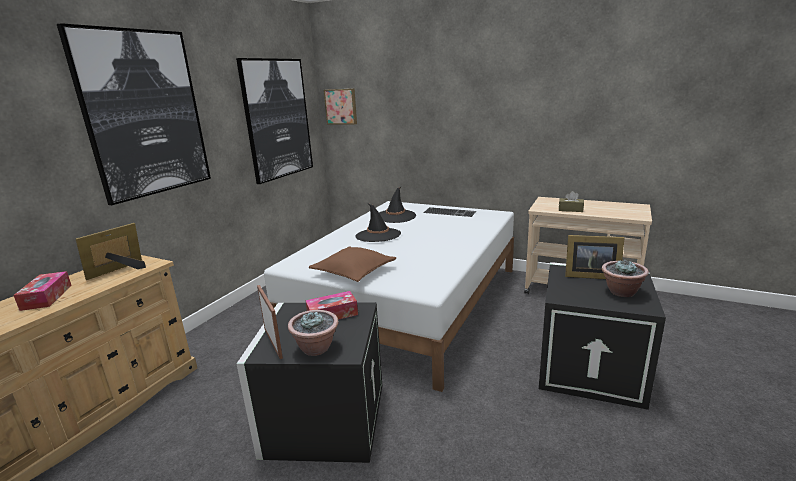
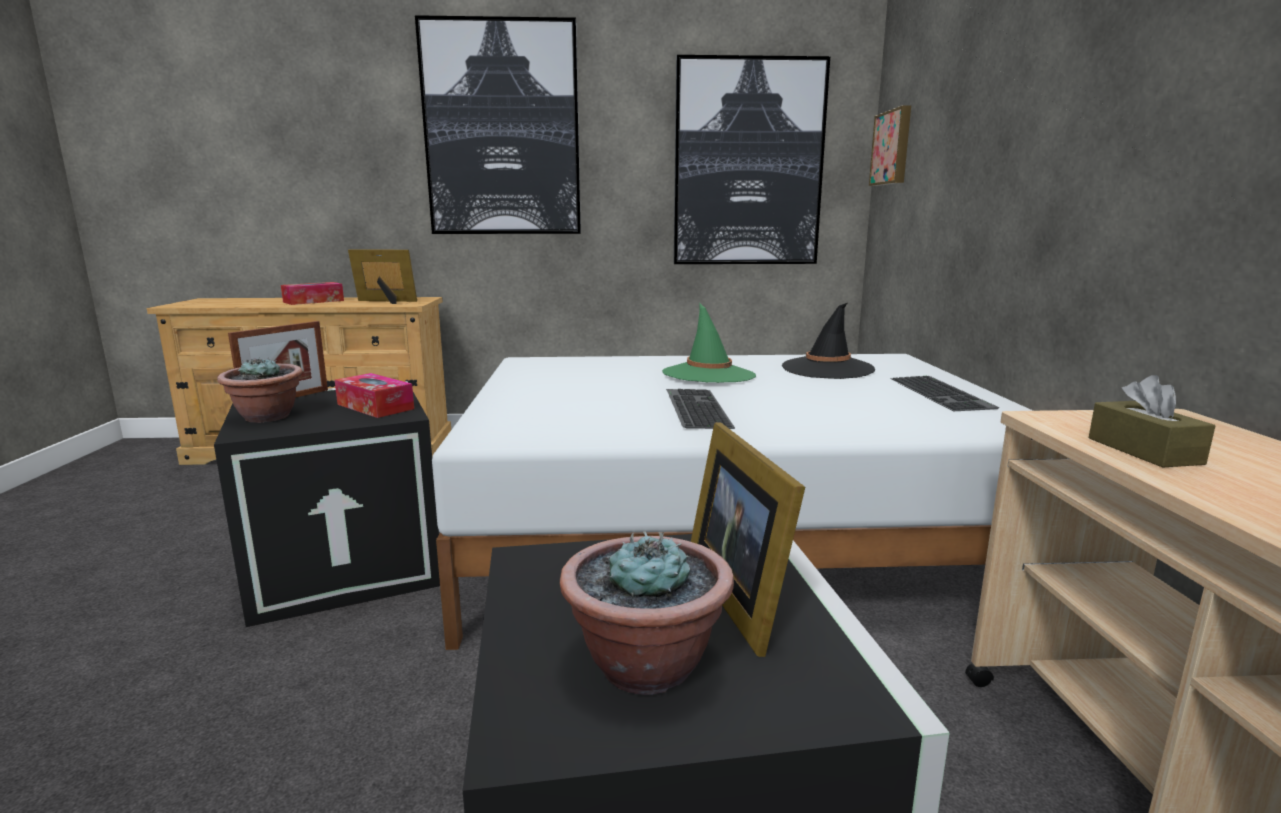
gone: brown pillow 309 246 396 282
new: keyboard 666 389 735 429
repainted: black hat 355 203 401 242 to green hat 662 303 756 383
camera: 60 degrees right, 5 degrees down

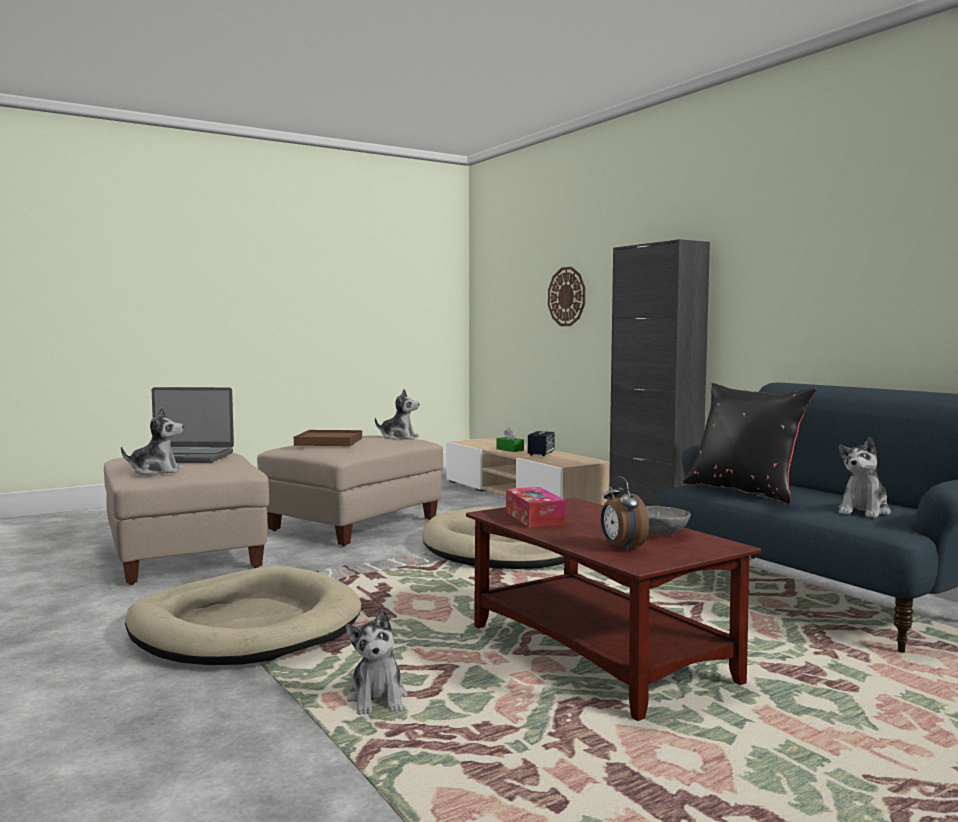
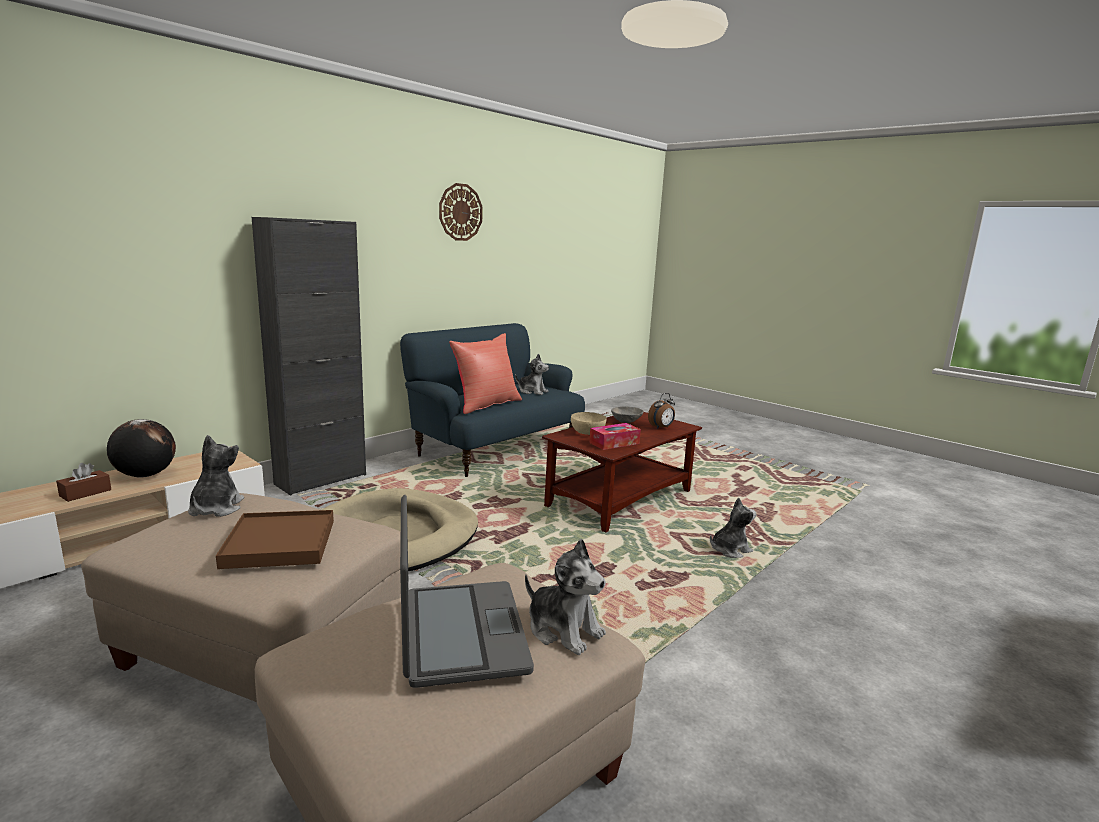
gone: beige dog bed 125 566 361 665
new: beige bowl 571 412 606 435
shifted: wall clock 548 267 585 326 to 439 183 483 241
swapped: speaker 528 431 555 456 to globe 107 419 176 477
repainted: green tissue box 496 428 524 452 to brown tissue box 56 463 111 502; black pillow 683 383 816 504 to red pillow 449 333 522 414
rotated: plush toy 121 408 184 475 = 525 538 606 655 150 degrees clockwise
camera: 105 degrees left, 10 degrees up

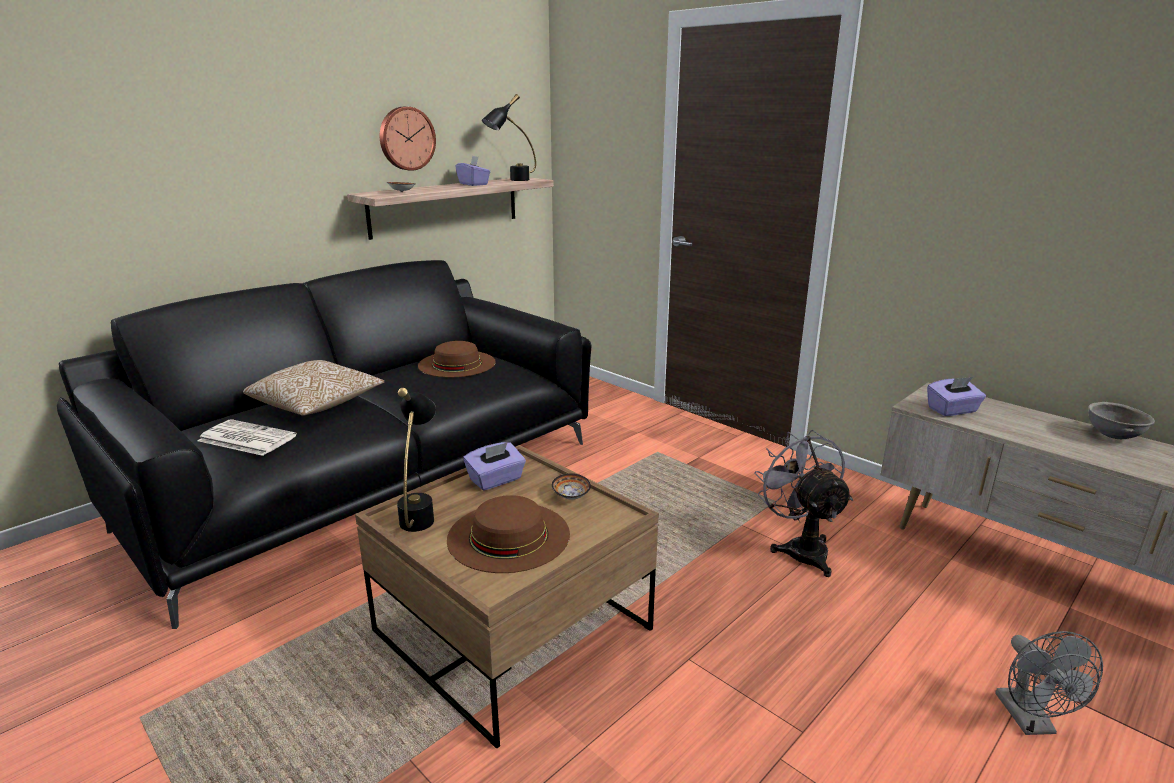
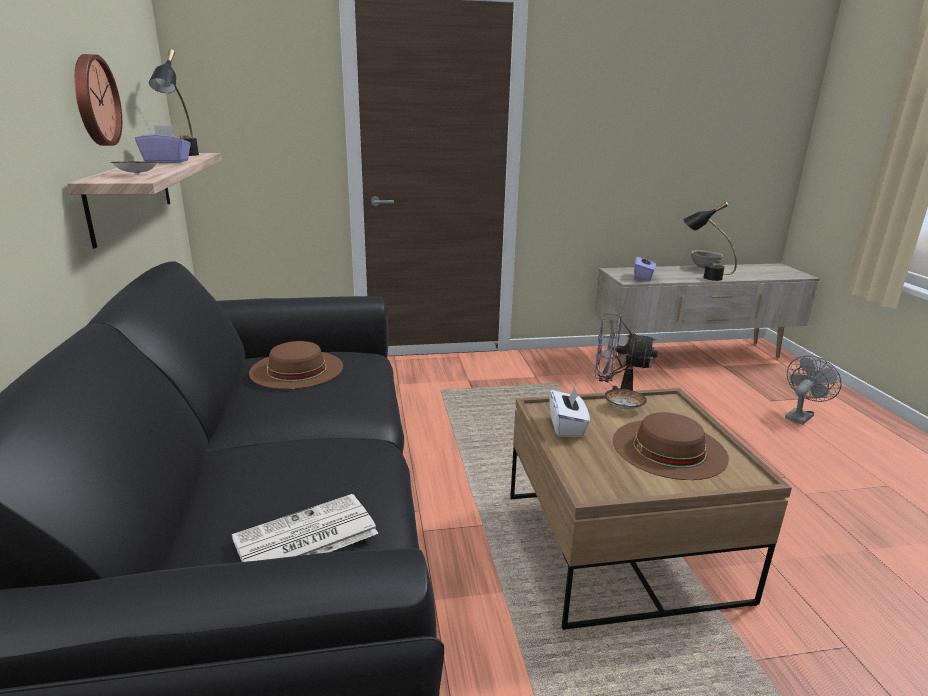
gone: pillow 243 360 385 416
shifted: black table lamp 397 388 436 532 to 683 202 737 281
repainted: purple tissue box 463 442 526 491 to white tissue box 549 387 590 437
rotated: grey fan 995 631 1103 735 = 785 355 842 425 75 degrees counterclockwise
camera: 55 degrees left, 0 degrees up

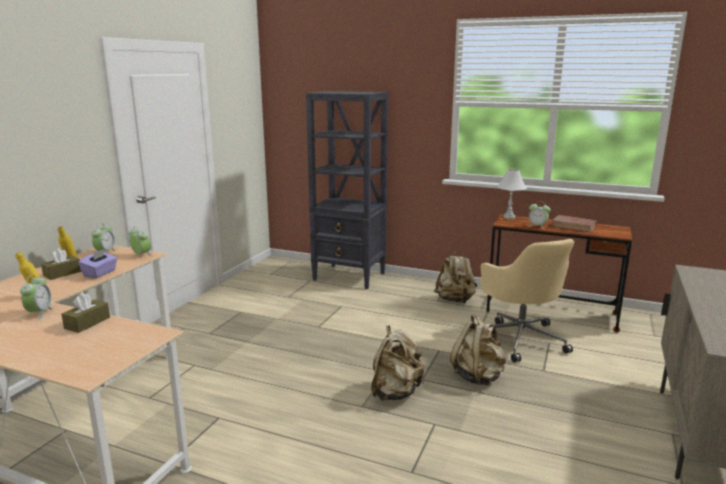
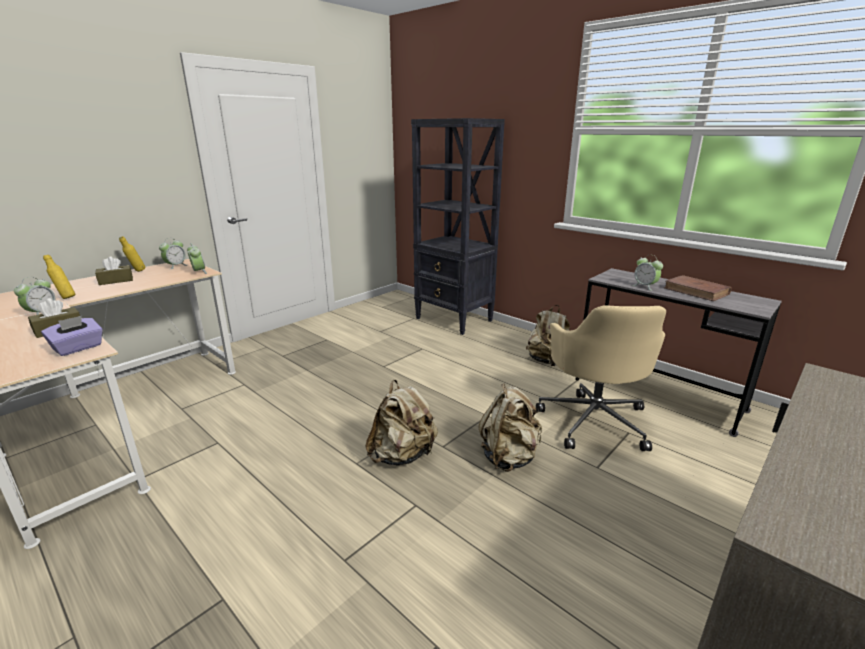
gone: white table lamp 497 169 527 219
shifted: purple tissue box 78 249 118 278 to 41 316 103 356
repainted: brown desk 487 214 632 333 to grey desk 575 268 782 437
camera: 20 degrees right, 5 degrees up

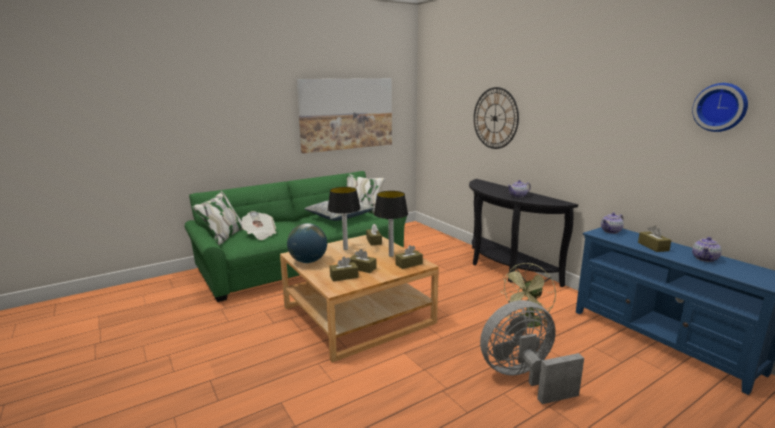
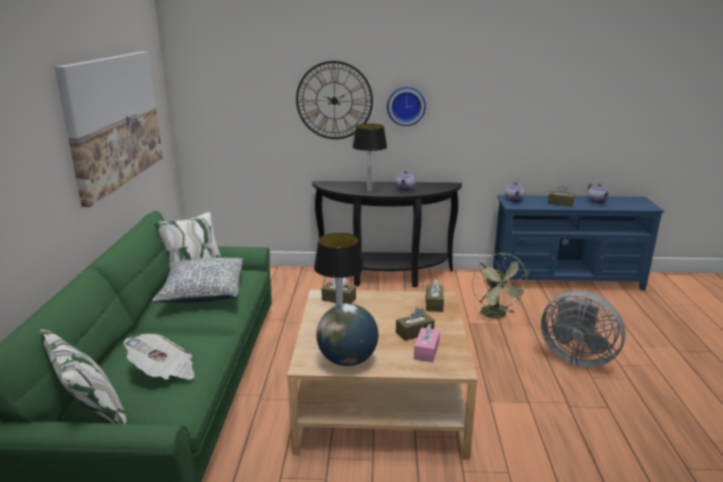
shifted: table lamp 374 191 408 257 to 352 124 387 192; wall clock 692 83 748 132 to 387 87 426 126
repainted: brown tissue box 330 256 358 282 to pink tissue box 414 324 440 362
rotated: grey fan 480 300 584 404 = 541 291 626 368 75 degrees counterclockwise
camera: 55 degrees left, 5 degrees up

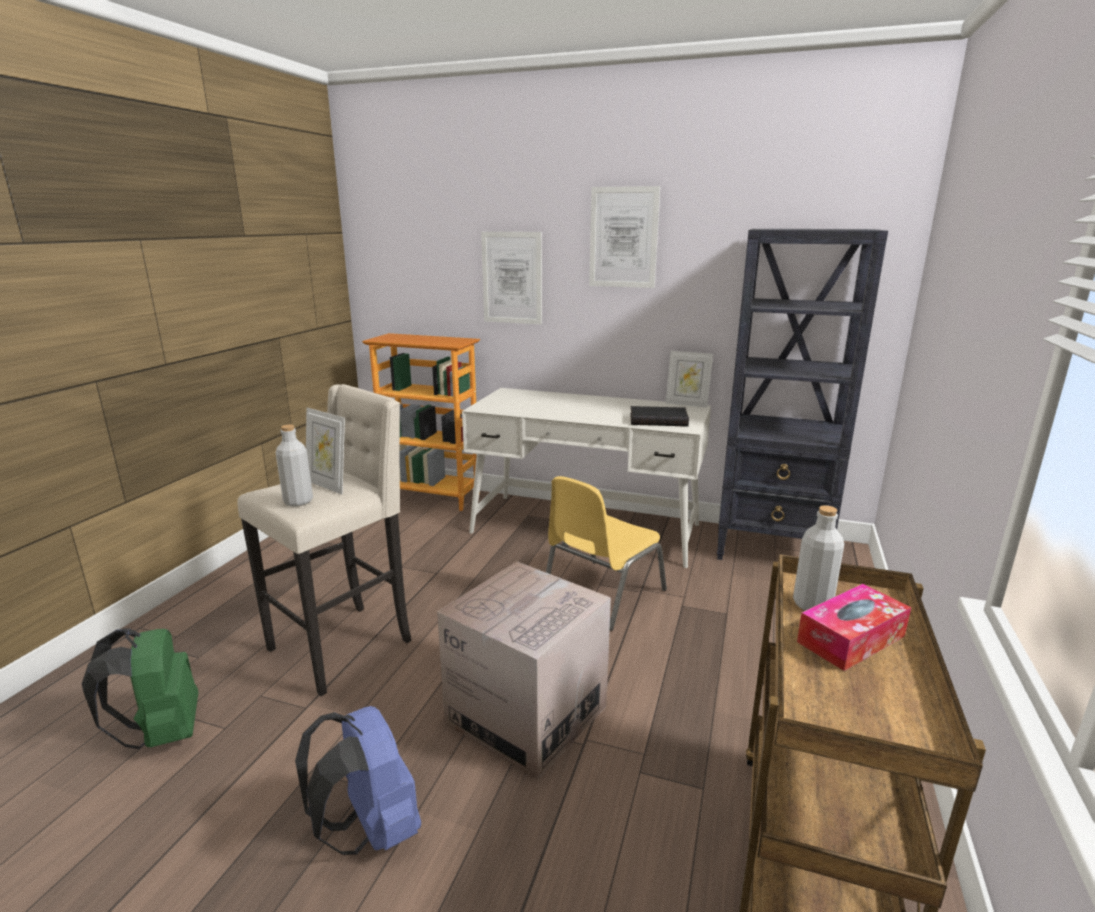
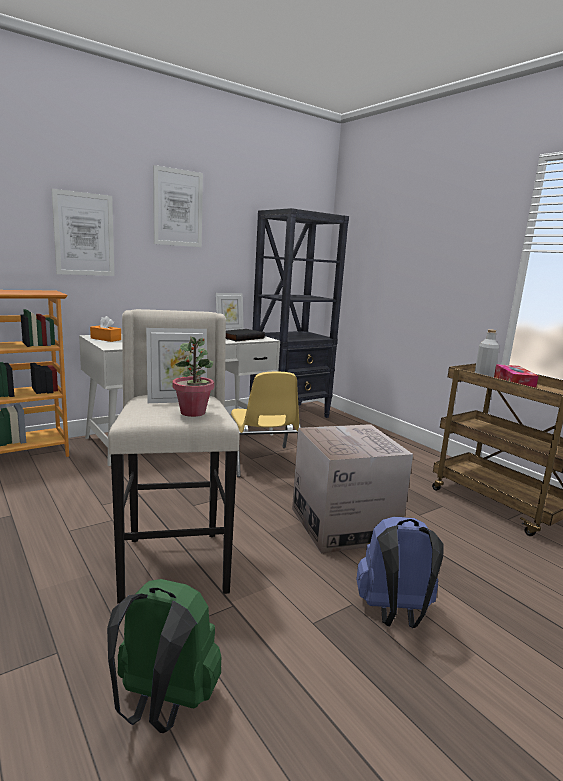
new: orange tissue box 90 316 121 342
swapped: grey bottle 276 425 313 506 to potted plant 173 337 214 417
camera: 55 degrees left, 5 degrees down

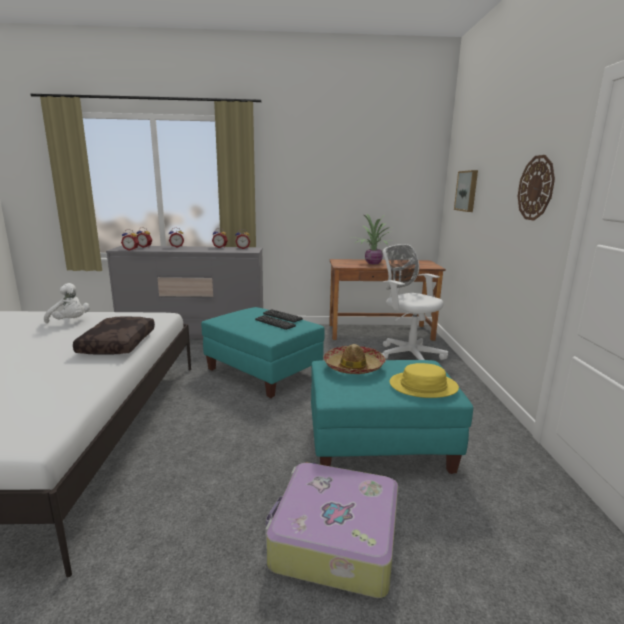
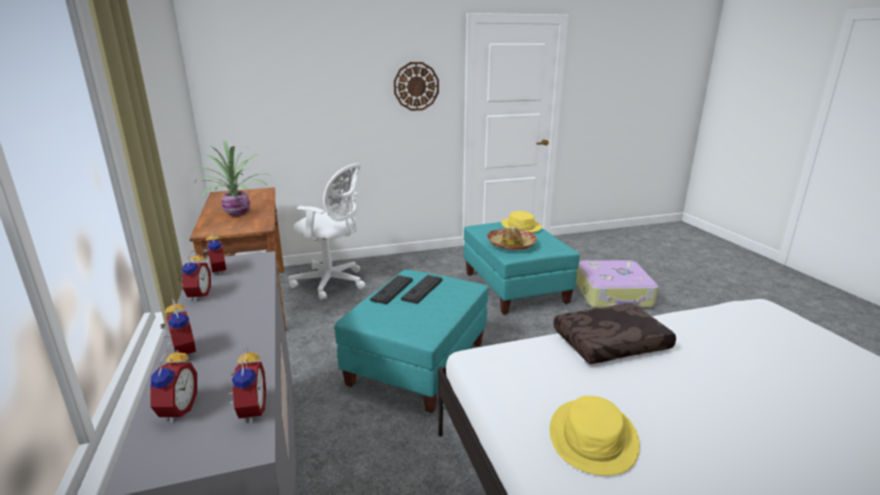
gone: picture 454 170 478 212
swapped: white plush toy 44 283 90 323 to yellow hat 550 396 640 476
rotated: white office chair 381 244 448 360 = 288 163 366 300 105 degrees counterclockwise
camera: 105 degrees left, 5 degrees up

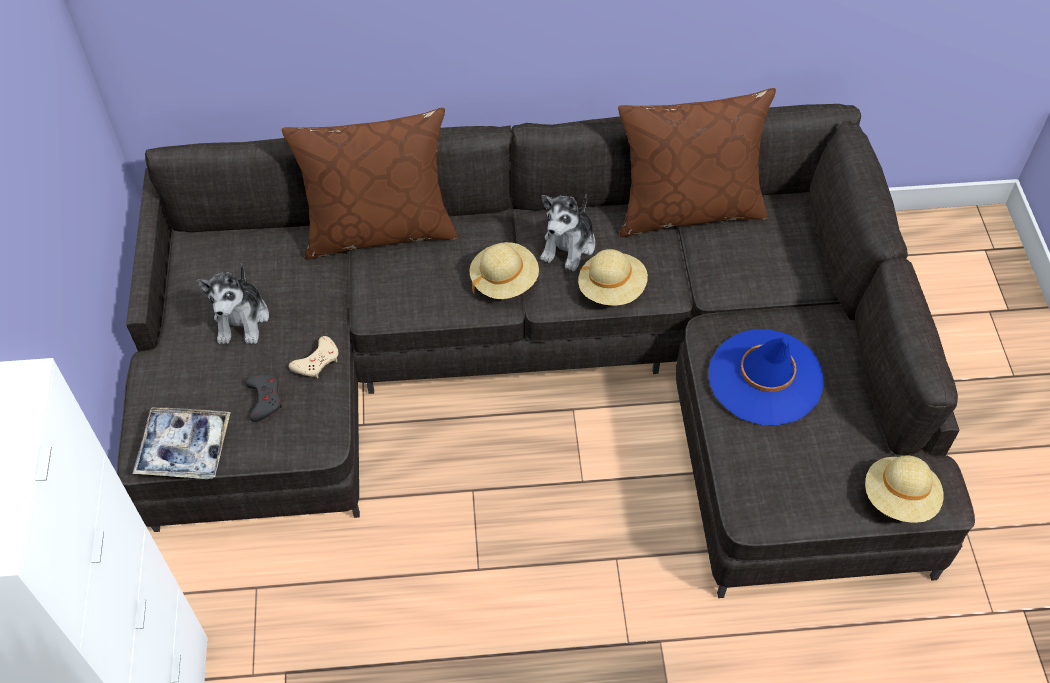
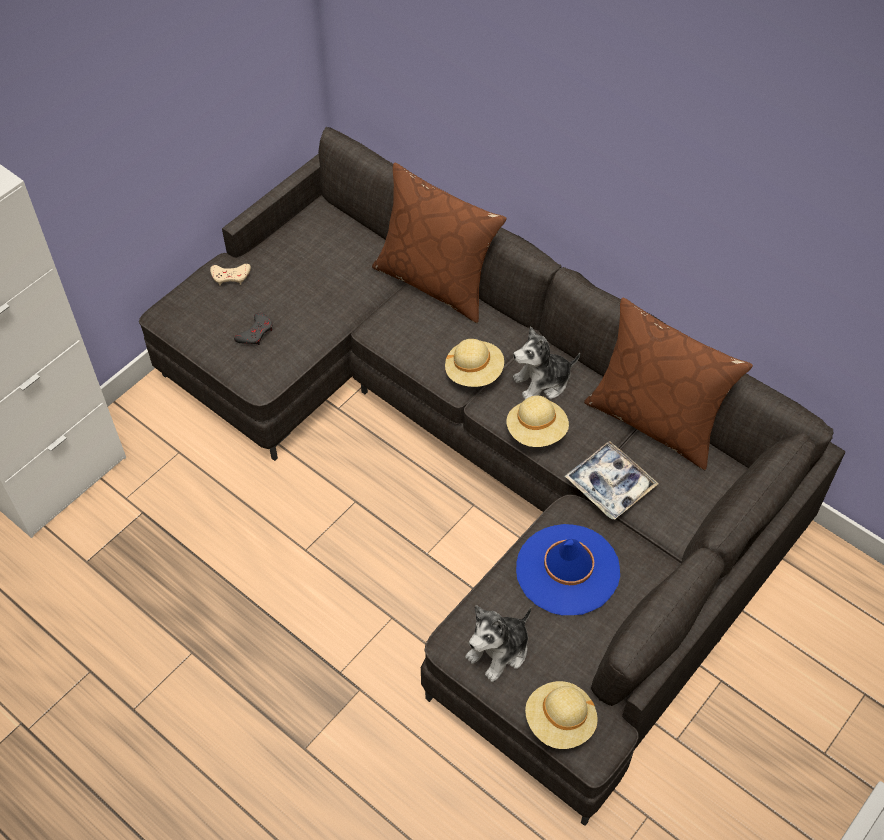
shifted: beige game controller 289 336 338 378 to 210 264 251 286; plush toy 196 263 269 344 to 465 605 531 682; tray 133 408 231 479 to 565 441 659 520
camera: 45 degrees right, 0 degrees up

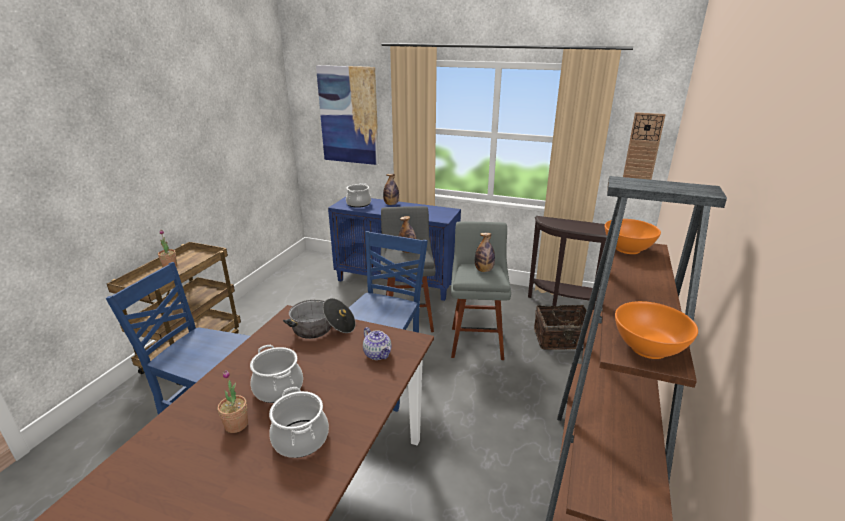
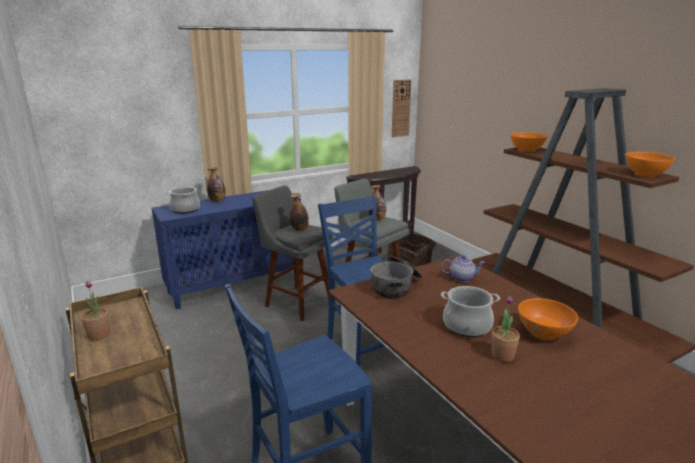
gone: picture 316 65 379 165
swapped: cooking pot 269 387 329 458 to orange bowl 518 298 578 341
camera: 50 degrees left, 5 degrees down

